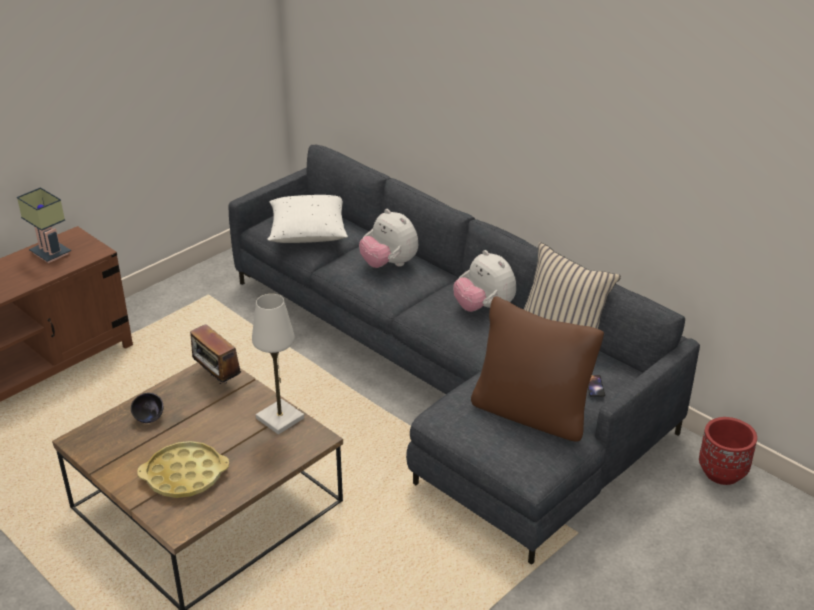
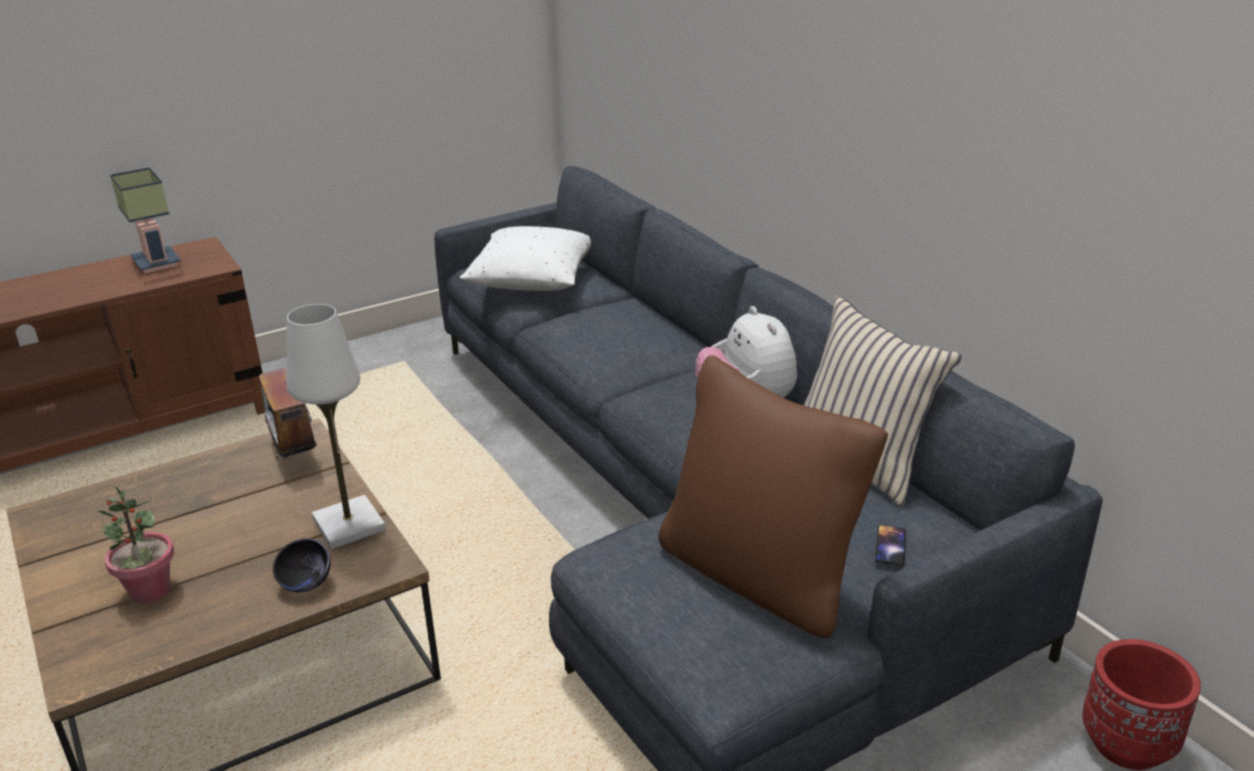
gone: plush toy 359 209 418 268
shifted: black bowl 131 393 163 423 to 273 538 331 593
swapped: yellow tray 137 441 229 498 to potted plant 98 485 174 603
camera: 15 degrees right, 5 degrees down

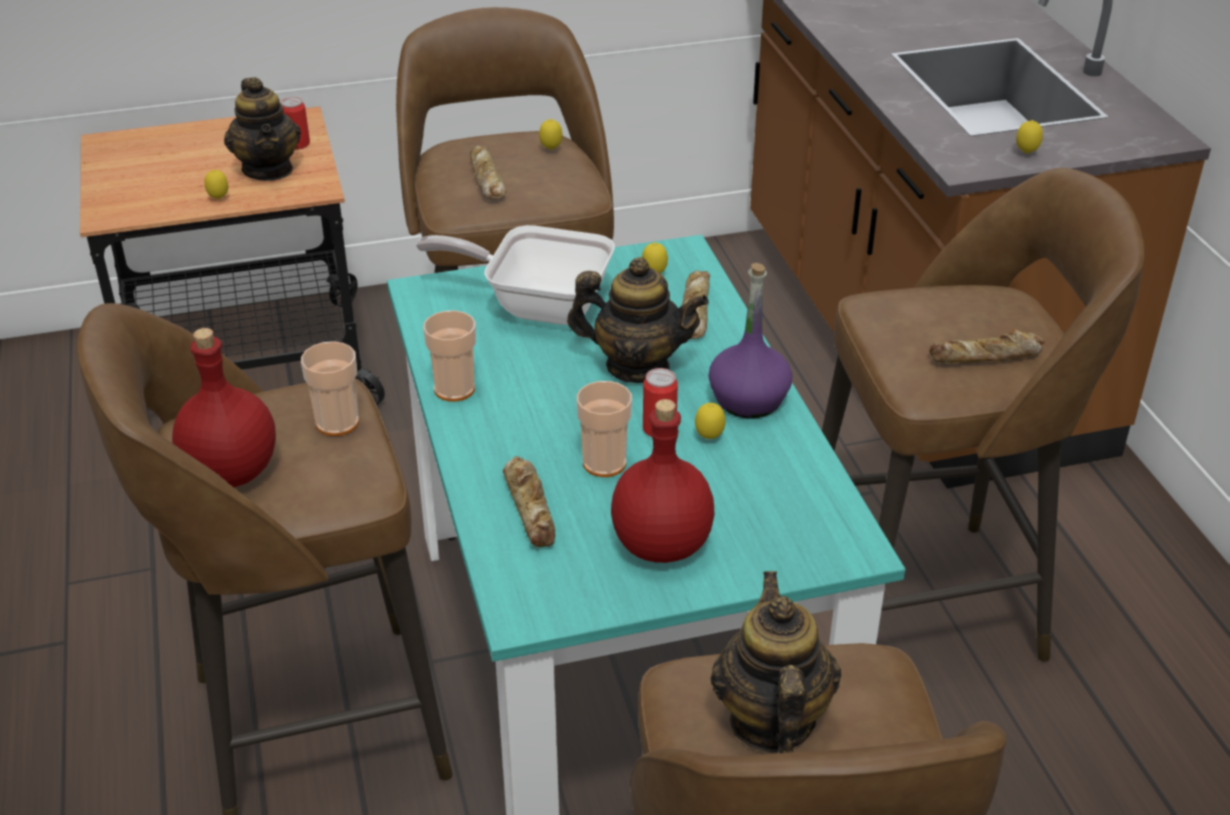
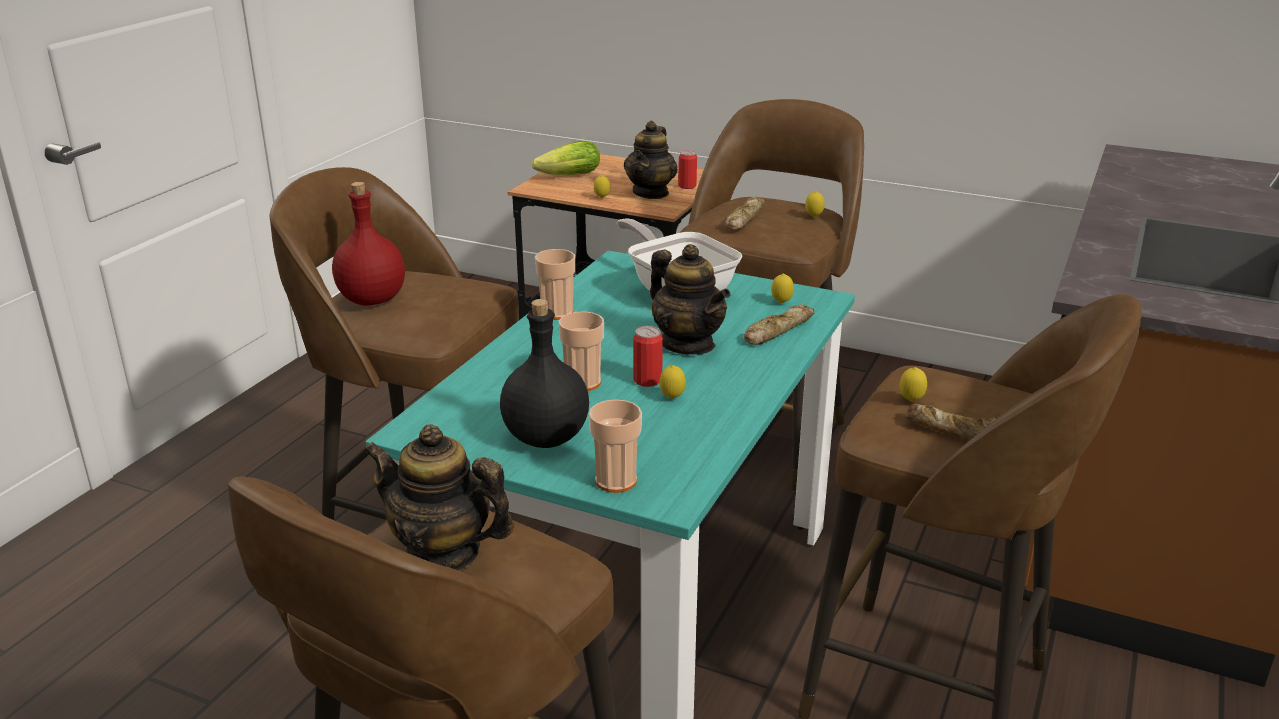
gone: bread 503 456 555 547; purple bottle 709 263 792 419
new: lettuce 532 141 600 175
shifted: cup 301 341 359 436 to 589 400 642 493; lemon 1016 120 1043 154 to 900 367 927 402
repainted: red bottle 611 399 714 563 to black bottle 500 299 589 448
rotated: teapot 711 571 841 753 = 364 424 514 571 105 degrees counterclockwise
camera: 40 degrees right, 10 degrees down

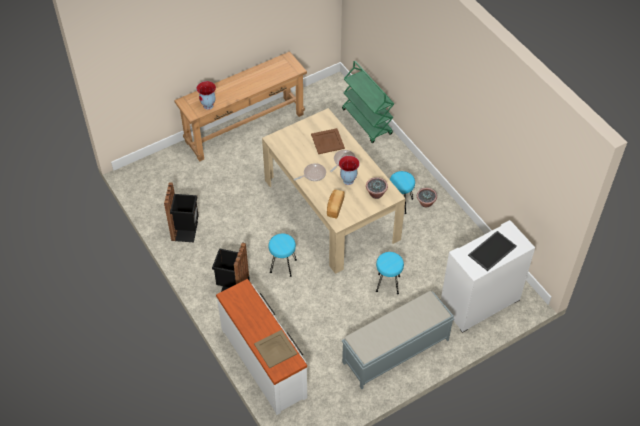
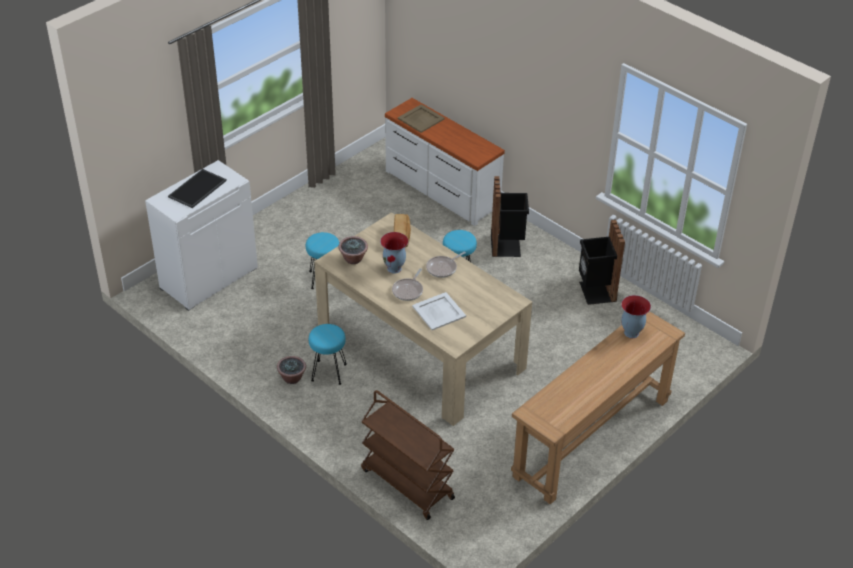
gone: grey bench 342 291 455 389
repainted: green cart 342 61 394 143 to brown cart 361 390 455 520; brown tray 311 128 345 154 to white tray 412 292 466 330
camera: 165 degrees right, 10 degrees down

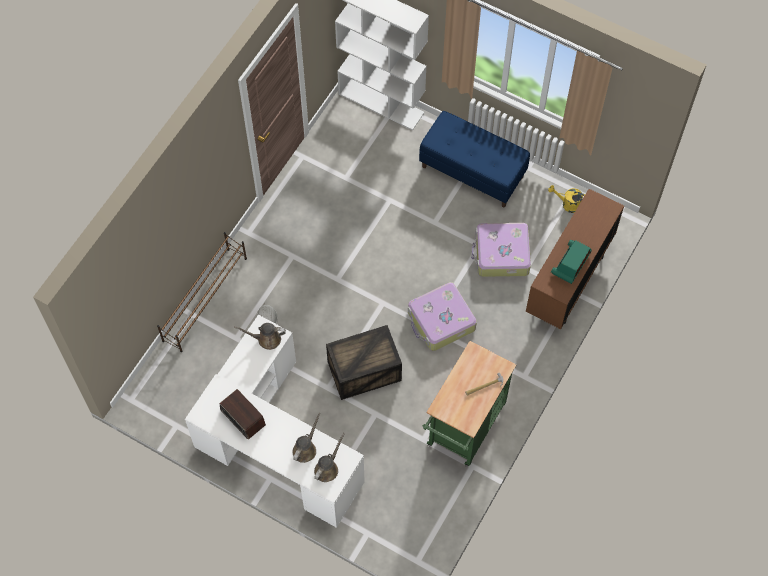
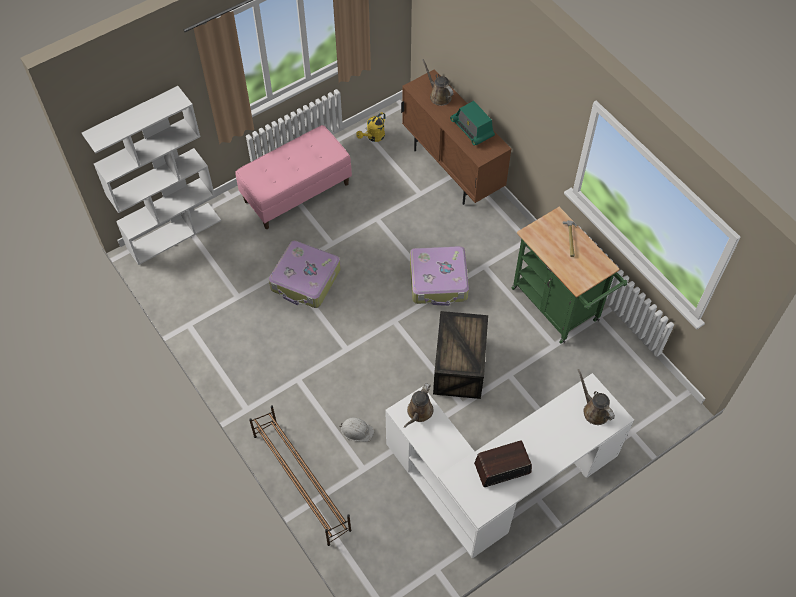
shifted: suitcase 471 223 531 277 to 269 240 341 308; brown watering can 292 412 321 463 to 422 59 453 106
repainted: blue bench 419 111 530 207 to pink bench 235 125 352 229
camera: 65 degrees left, 5 degrees down

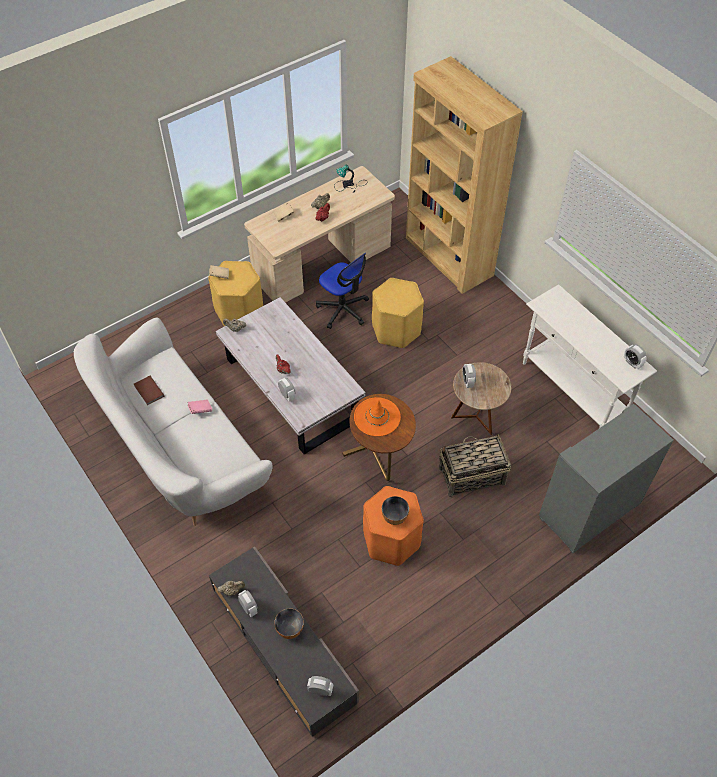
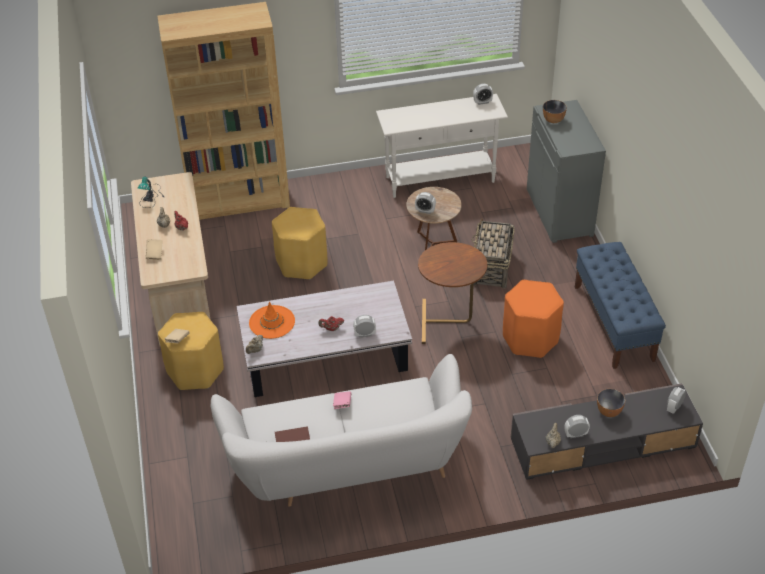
gone: office chair 316 253 369 329
new: blue bench 575 242 666 369
shifted: orange hat 354 397 401 436 to 249 302 295 339; bowl 382 496 409 525 to 543 100 567 123
camera: 65 degrees left, 10 degrees down

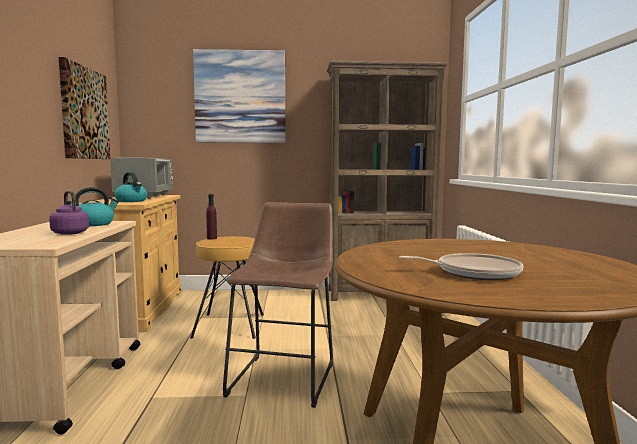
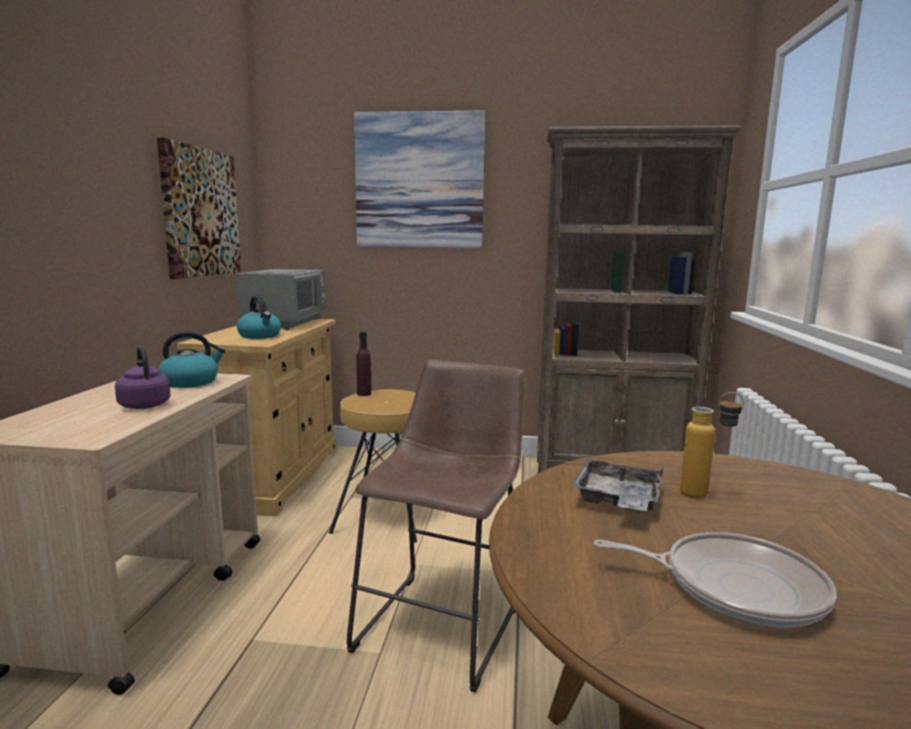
new: grey tray 571 459 664 512; bottle 680 392 744 498
camera: 10 degrees right, 5 degrees up

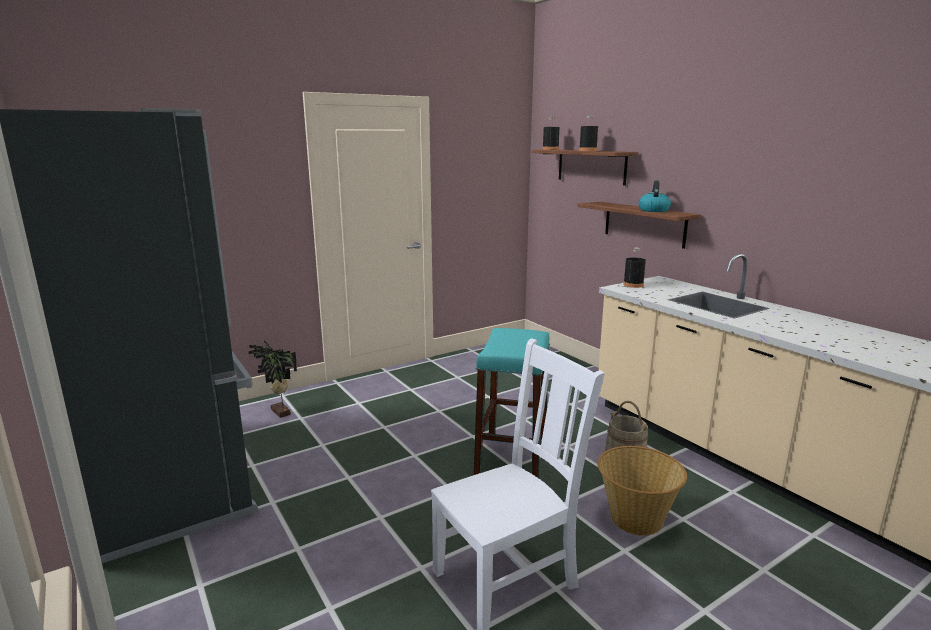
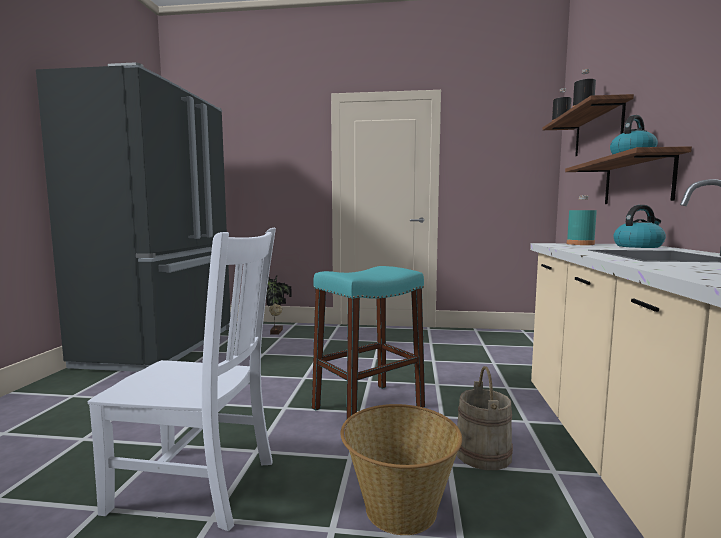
new: kettle 613 205 666 248
repainted: black bottle 623 248 646 288 to turquoise bottle 567 195 597 245
camera: 40 degrees right, 10 degrees down

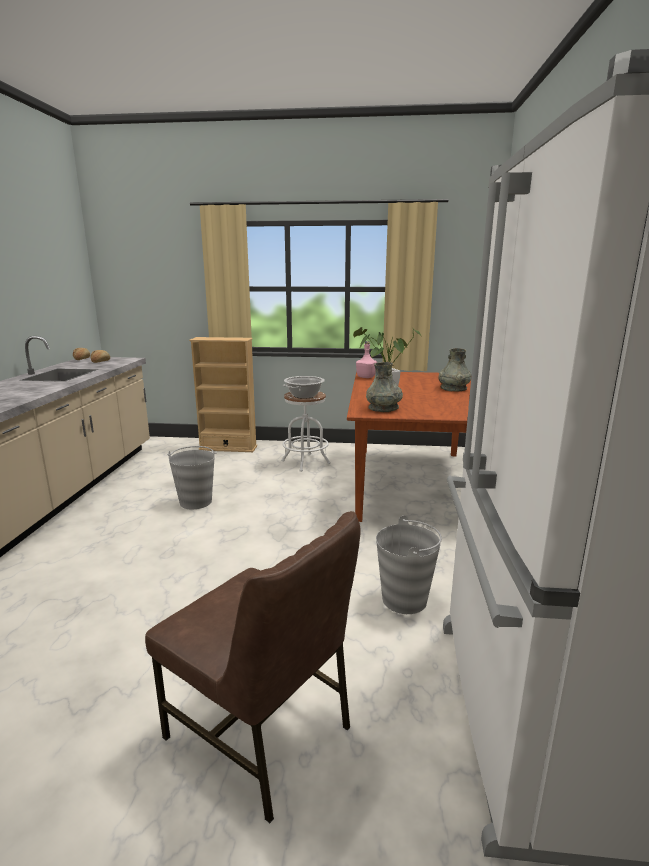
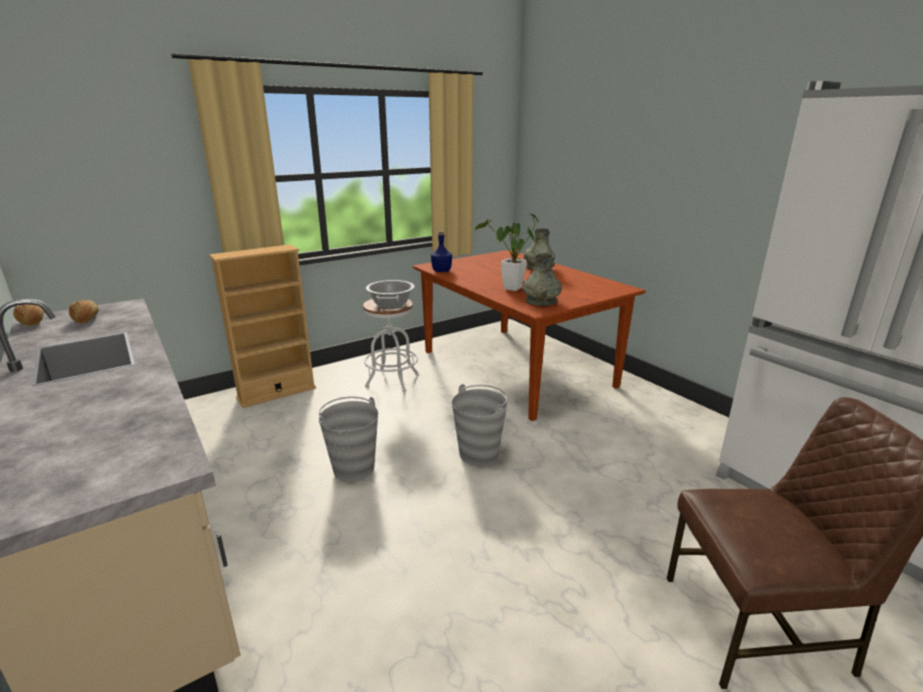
shifted: grey bucket 376 516 442 614 to 452 384 508 466
repainted: pink bottle 356 341 377 378 to blue bottle 431 231 452 272
camera: 40 degrees left, 5 degrees up

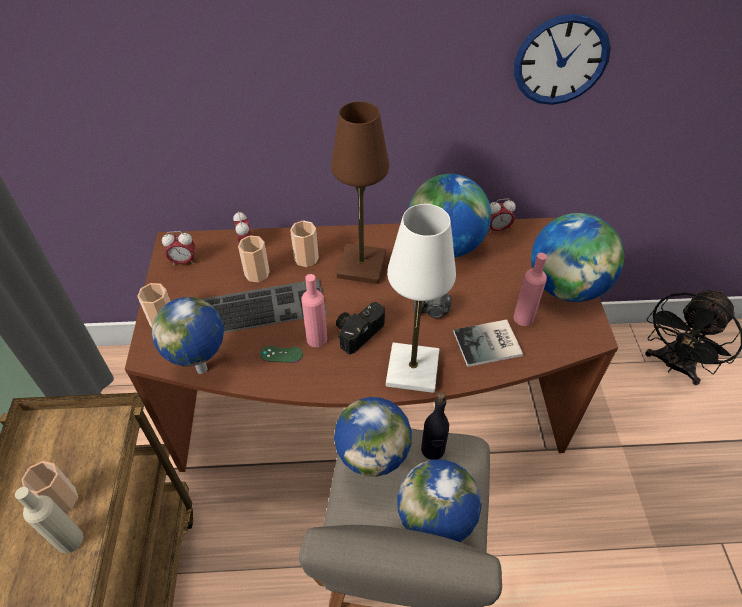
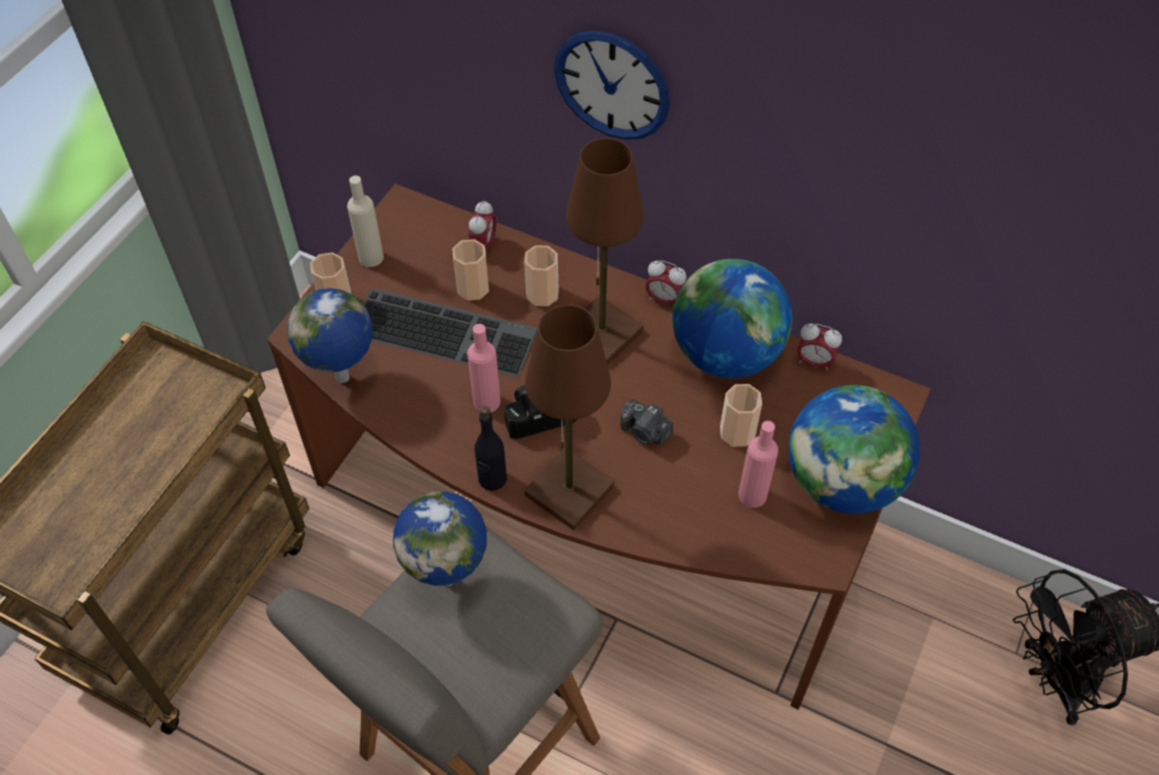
gone: green game controller 260 346 303 363; globe 397 460 482 542; book 453 320 523 367
shifted: beige bottle 15 487 83 553 to 347 175 384 267; black bottle 421 392 449 460 to 474 406 507 491; wall clock 514 14 611 105 to 554 31 670 140; alarm clock 162 231 195 266 to 645 260 687 305; cup 22 461 78 513 to 720 384 762 447
repainted: white table lamp 386 204 456 393 to brown table lamp 524 305 614 530
camera: 30 degrees right, 5 degrees up

